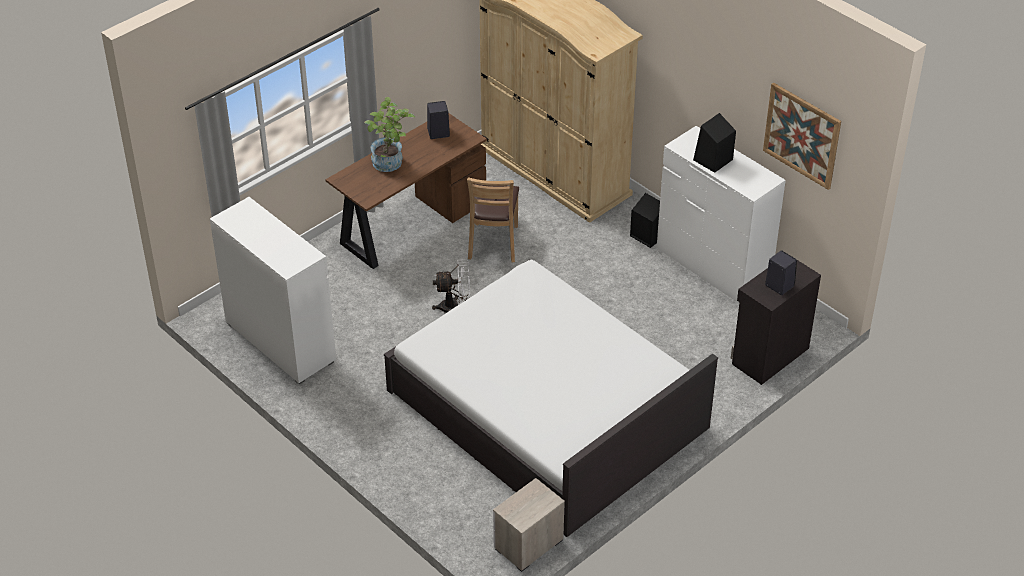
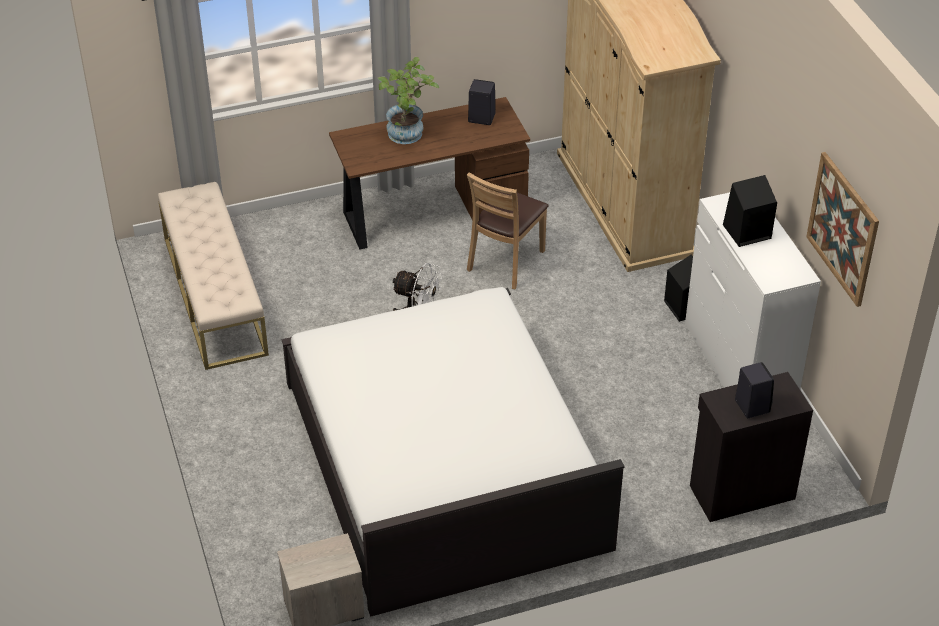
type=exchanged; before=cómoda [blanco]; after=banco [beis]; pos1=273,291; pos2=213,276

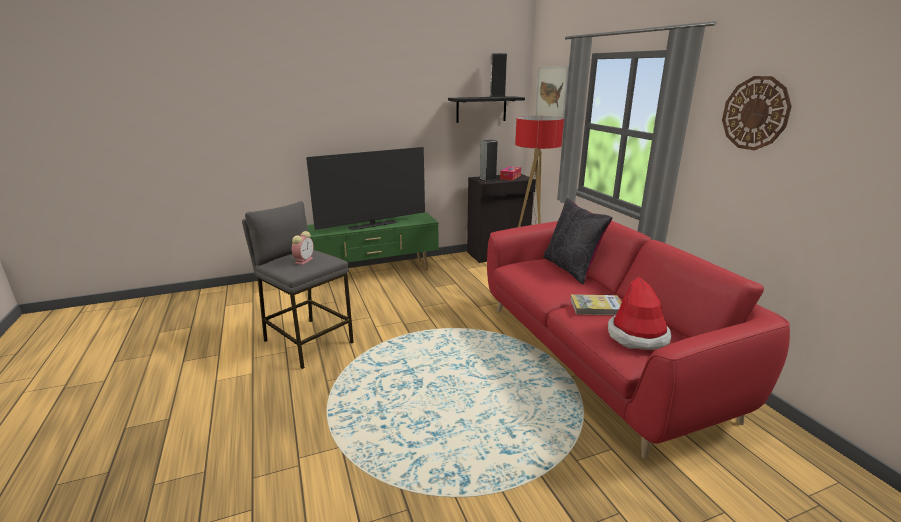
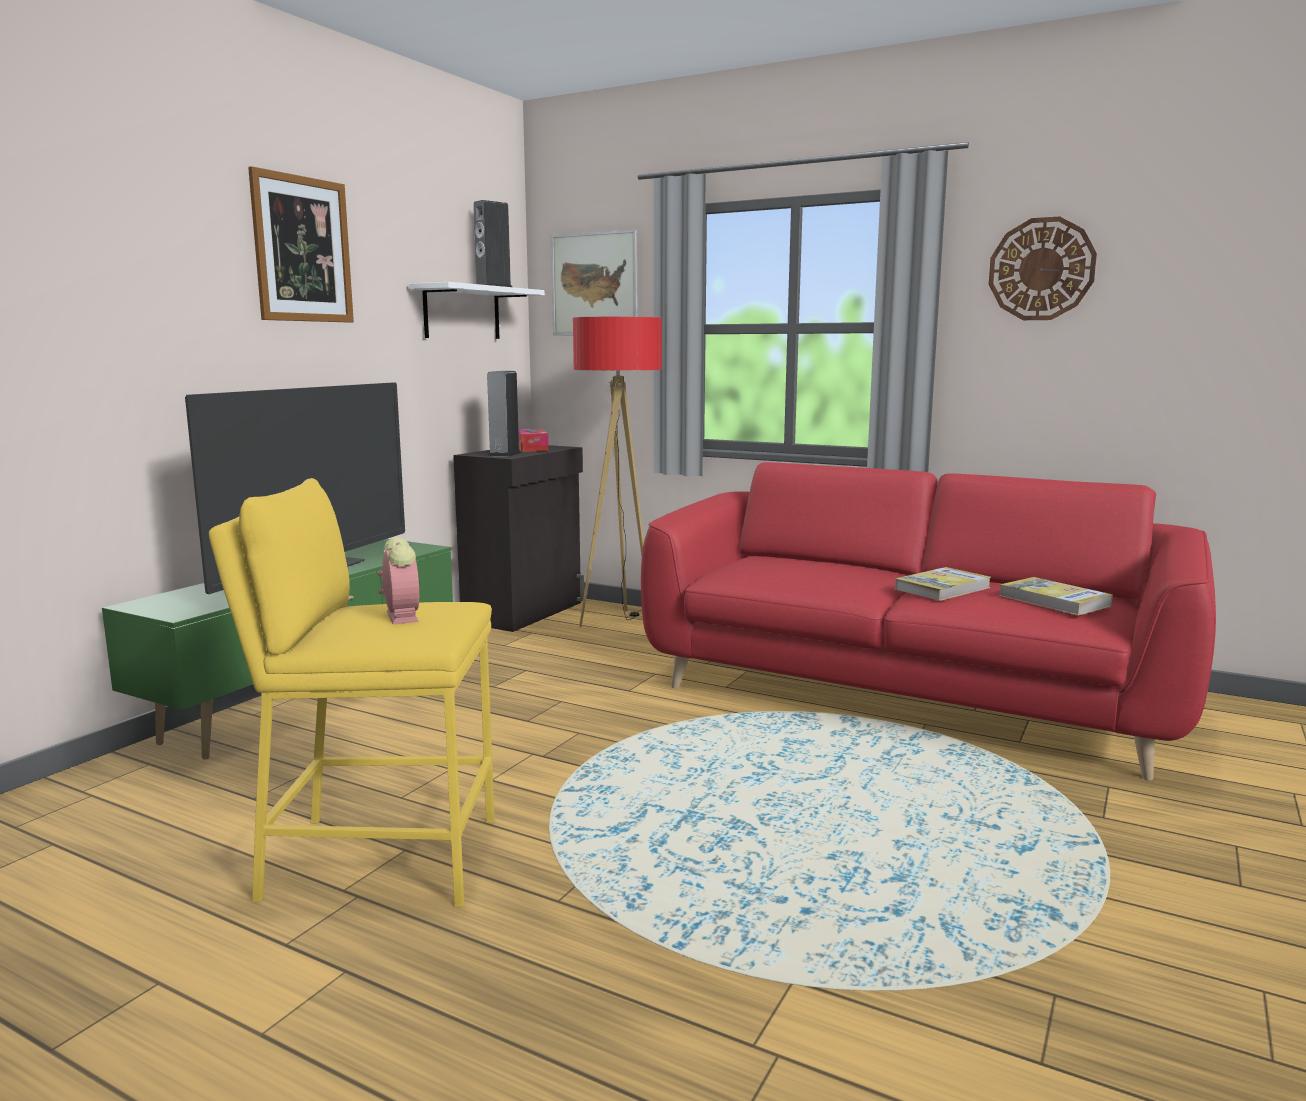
type=colour; before=taburete [gris]; after=taburete [amarillo]; pos1=298,285; pos2=352,692
type=colour; before=estante [negro]; after=estante [blanco]; pos1=486,109; pos2=477,310
type=missing; before=cojín [negro]; pos1=578,241
type=exchanged; before=sombrero; after=libro; pos1=640,313; pos2=1056,596
type=appeared; after=cuadro; pos2=301,244

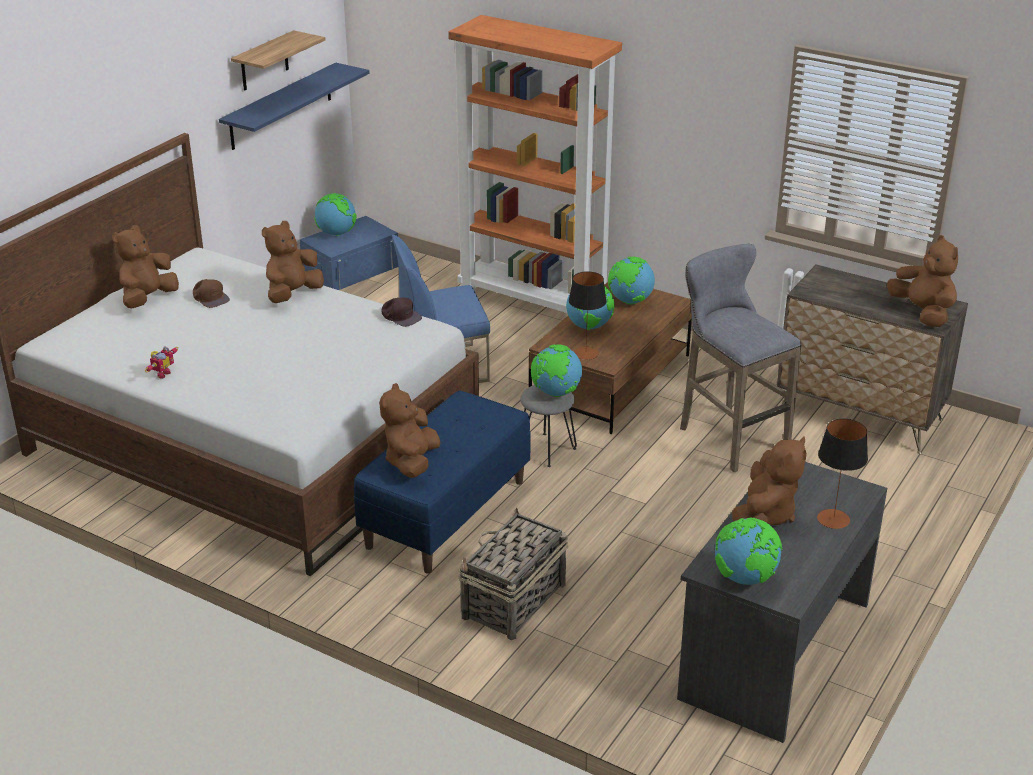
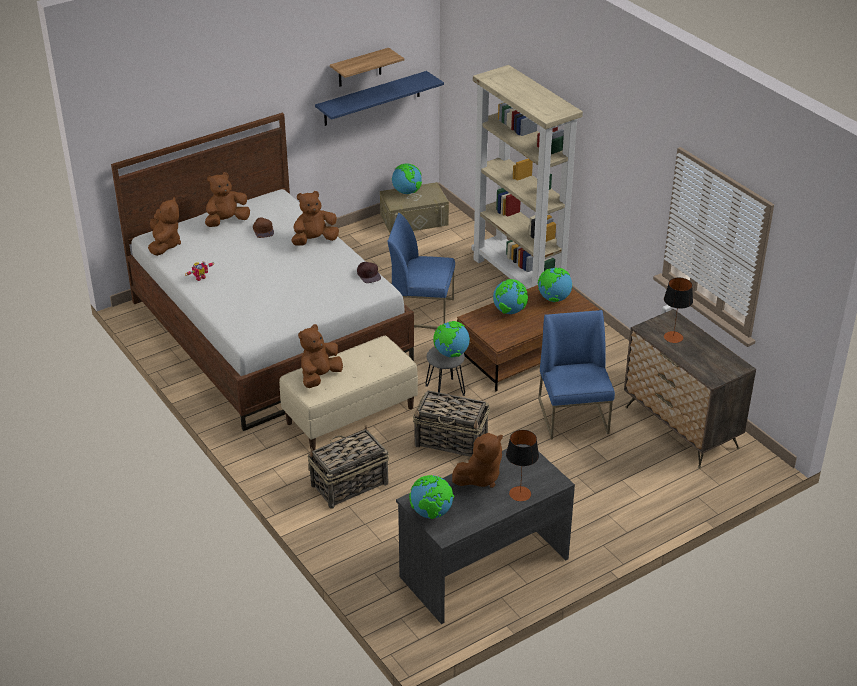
type=colour; before=caja de almacenaje [azul]; after=caja de almacenaje [beis]; pos1=349,253; pos2=414,207
type=colour; before=banco [azul]; after=banco [beis]; pos1=442,482; pos2=348,393
type=colour; before=estantería [naranja]; after=estantería [beis]; pos1=535,164; pos2=527,177
type=relocated; before=lámpara de mesa; pos1=588,315; pos2=678,310
type=exchanged; before=taburete [gris]; after=silla [azul]; pos1=741,358; pos2=576,374
type=relocated; before=peluche [marrón]; pos1=922,281; pos2=164,226
type=appeared; after=cesta; pos2=451,424

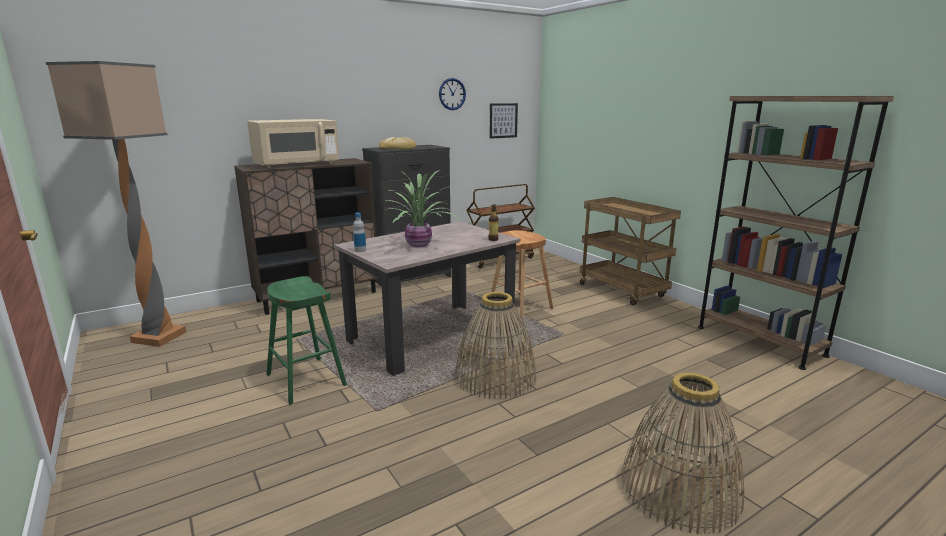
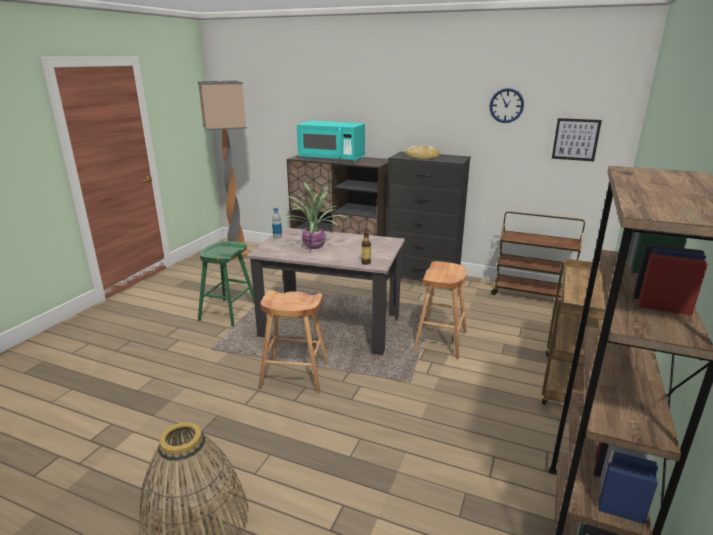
type=colour; before=microondas [beis]; after=microondas [turquesa]; pos1=293,143; pos2=331,141
type=exchanged; before=cesta; after=taburete [marrón]; pos1=496,345; pos2=294,341

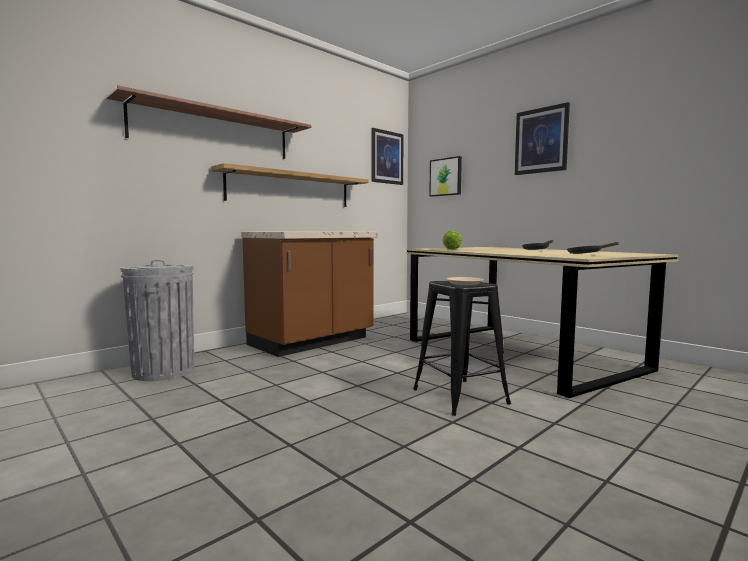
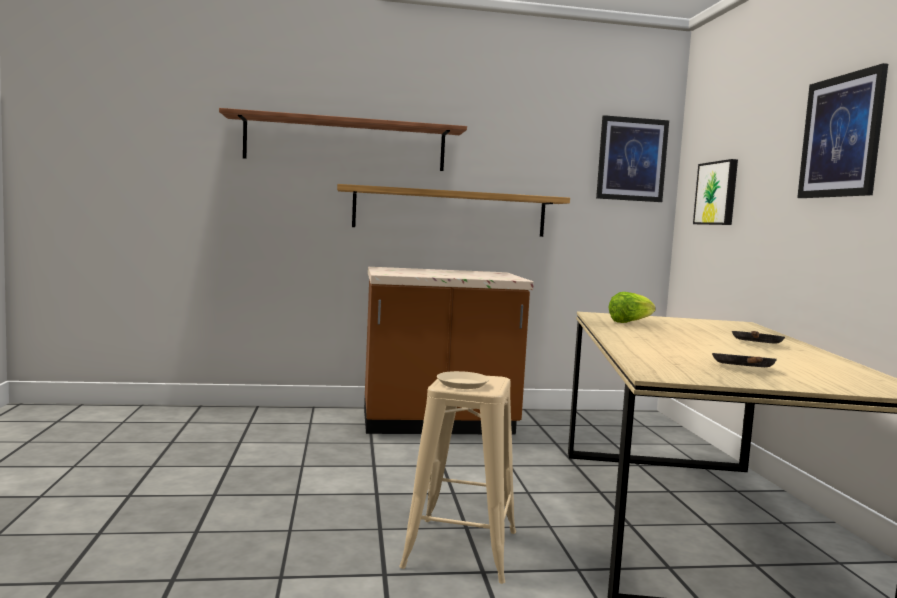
type=missing; before=papelera [gris]; pos1=157,320
type=colour; before=taburete [negro]; after=taburete [beis]; pos1=462,348; pos2=457,480

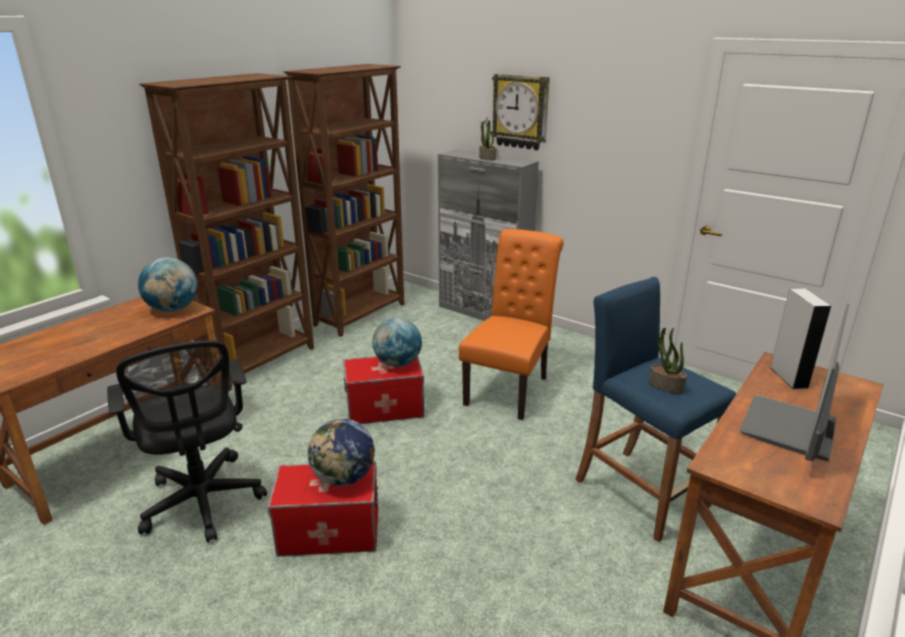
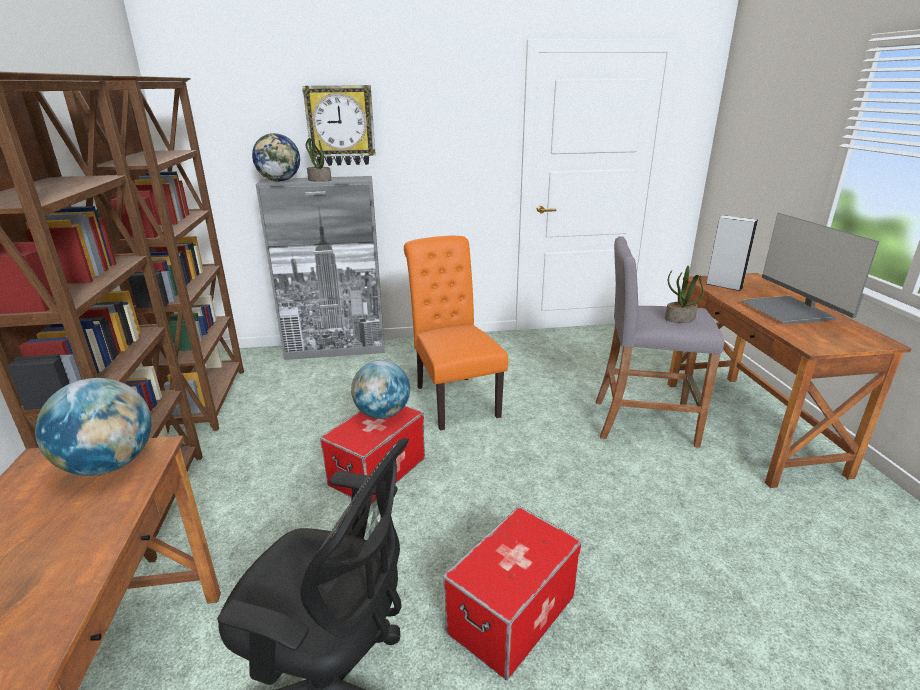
type=relocated; before=globo terráqueo; pos1=341,452; pos2=276,157
type=colour; before=taburete [azul]; after=taburete [gris]; pos1=655,409; pos2=660,342

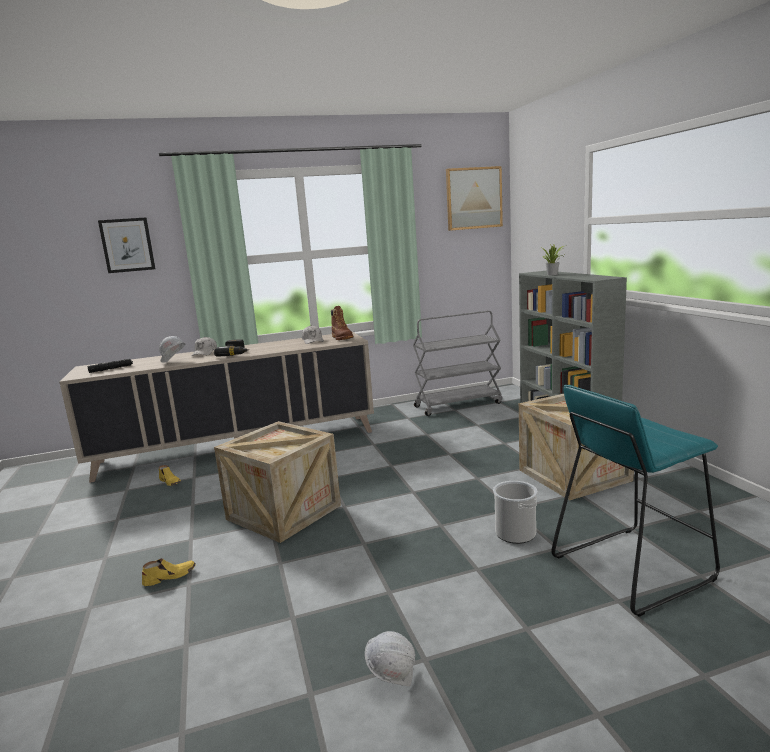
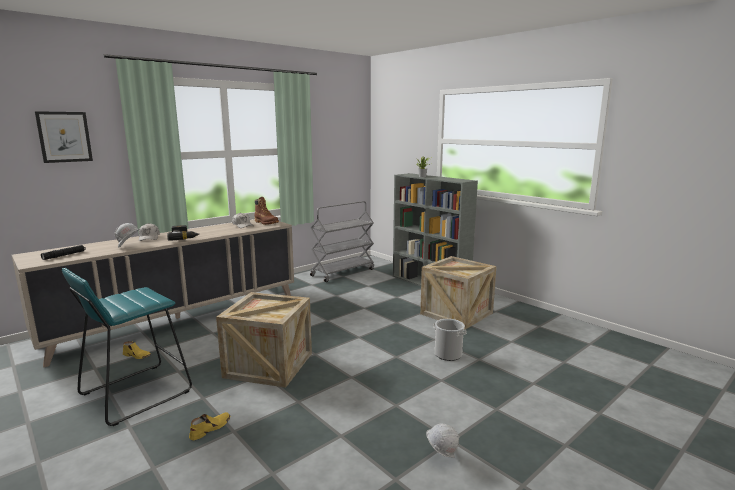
type=missing; before=cuadro; pos1=474,198
type=relocated; before=taburete [turquesa]; pos1=635,501; pos2=127,347

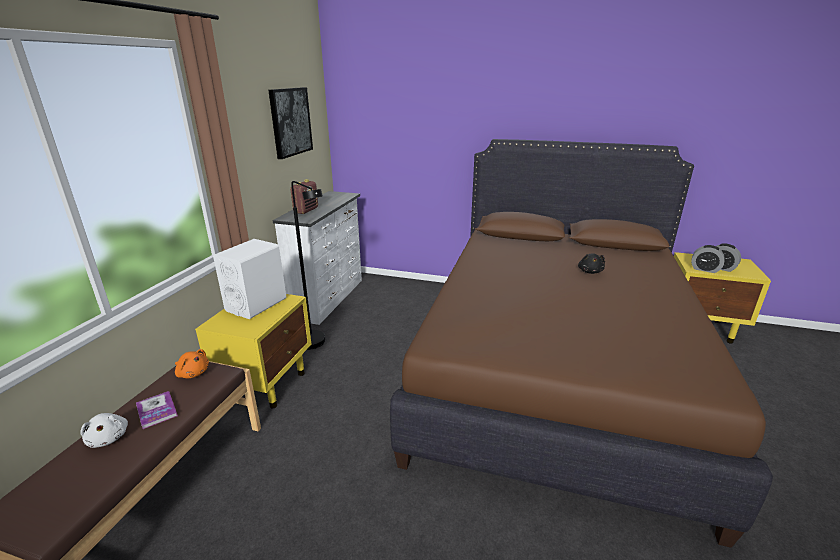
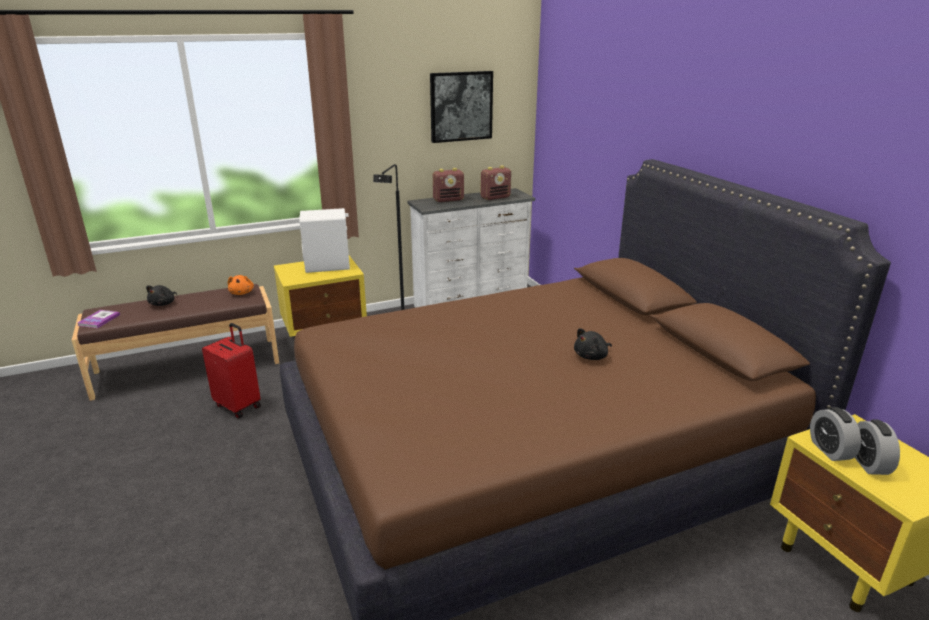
type=colour; before=peluche [blanco]; after=peluche [negro]; pos1=104,430; pos2=161,295
type=relocated; before=libro; pos1=157,410; pos2=98,319
type=appeared; after=maleta [rojo]; pos2=231,370
type=appeared; after=radio; pos2=496,183

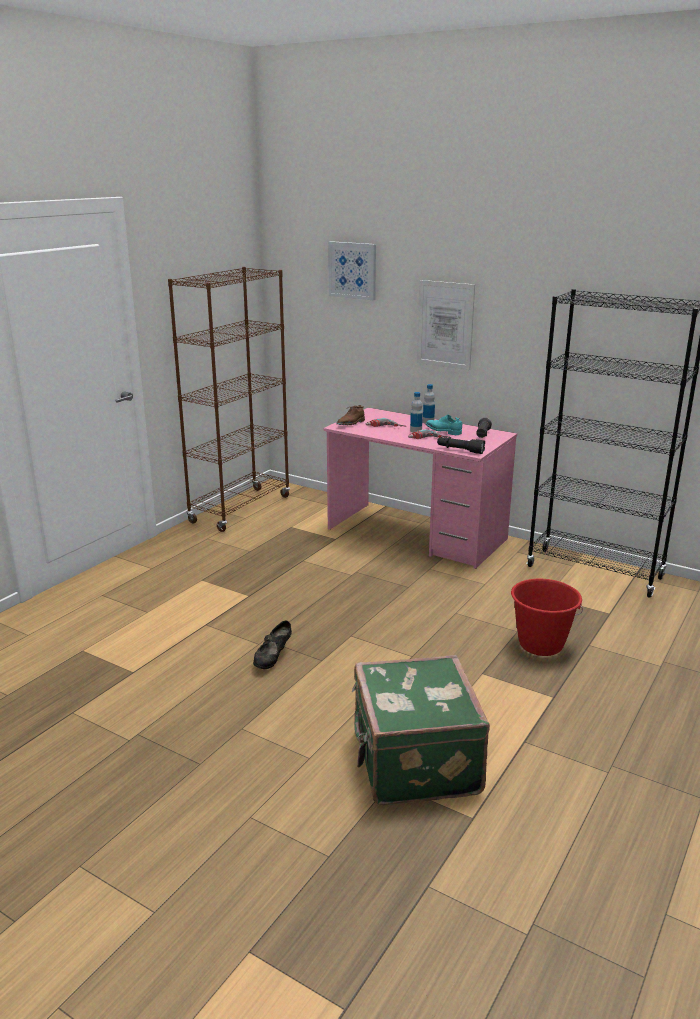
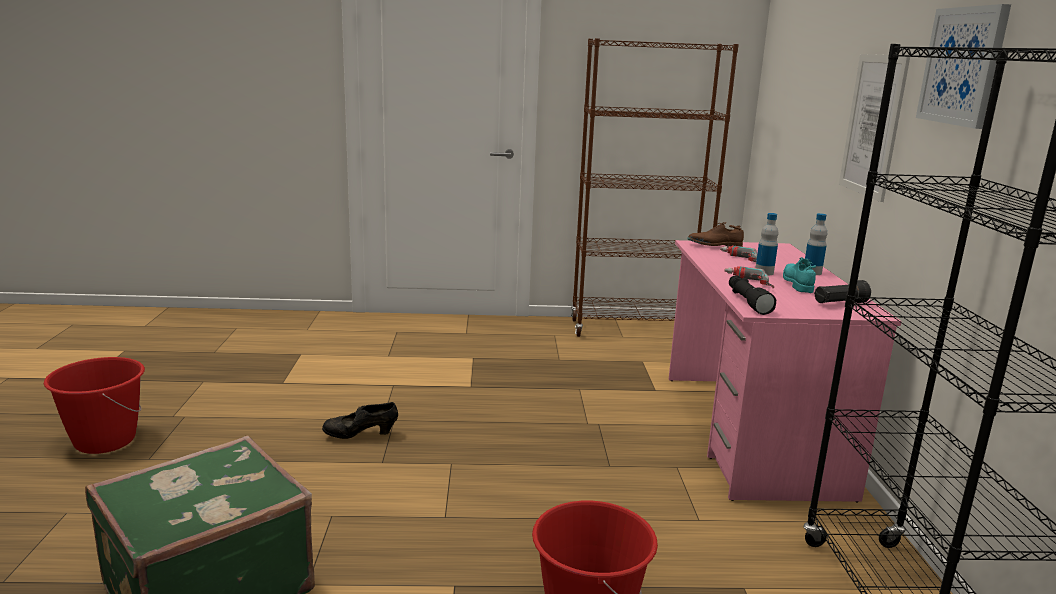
type=relocated; before=cuadro; pos1=352,270; pos2=963,66
type=appeared; after=cubo [rojo]; pos2=94,405

